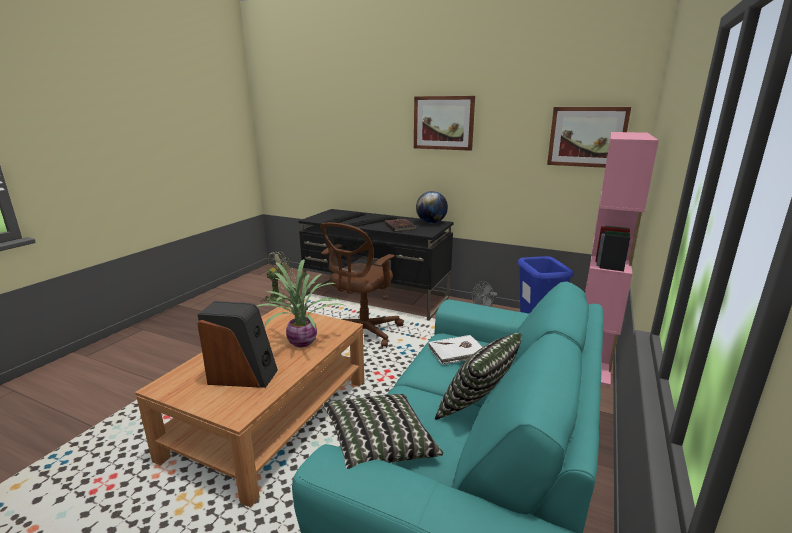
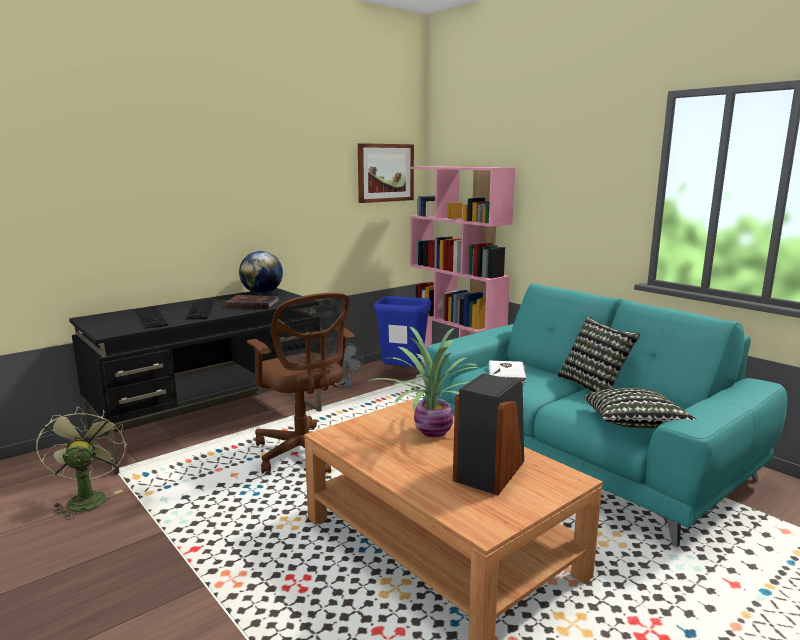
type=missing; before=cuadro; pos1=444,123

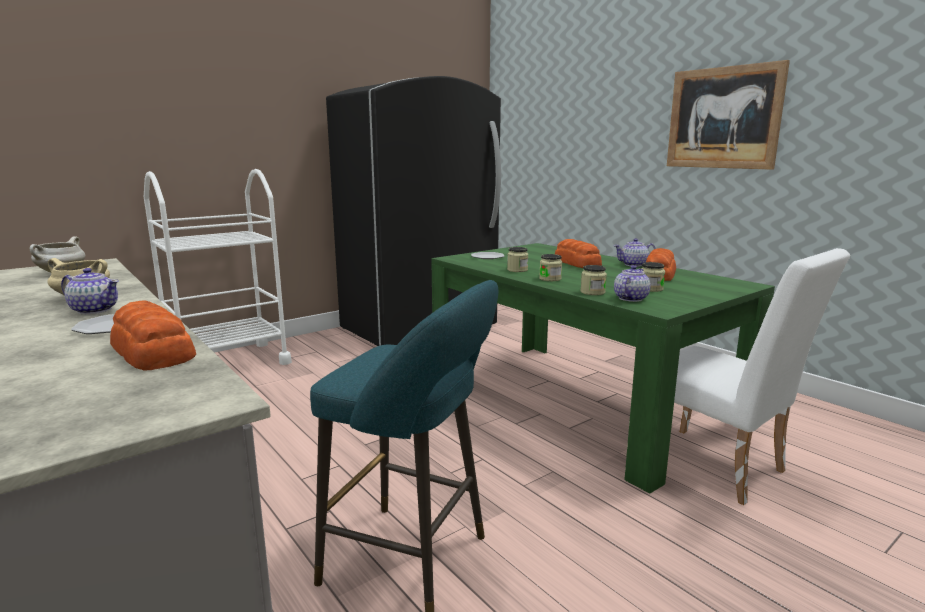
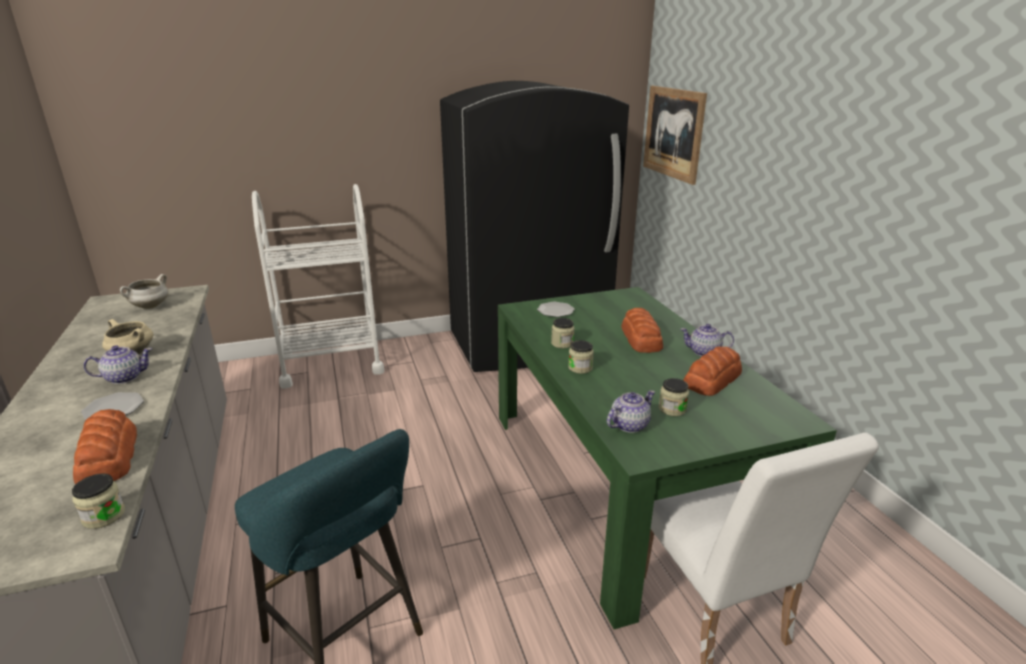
type=spun; before=tetera; pos1=90,291; pos2=118,364; turn=-60
type=relocated; before=tarro; pos1=593,280; pos2=98,501
type=relocated; before=cuadro; pos1=728,115; pos2=675,135

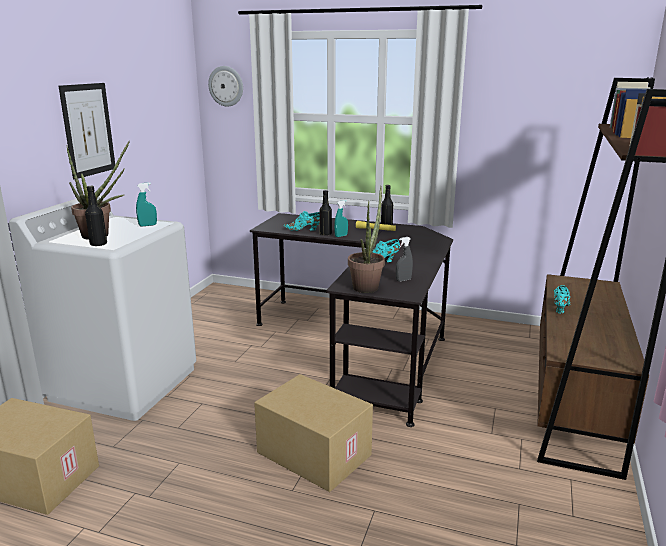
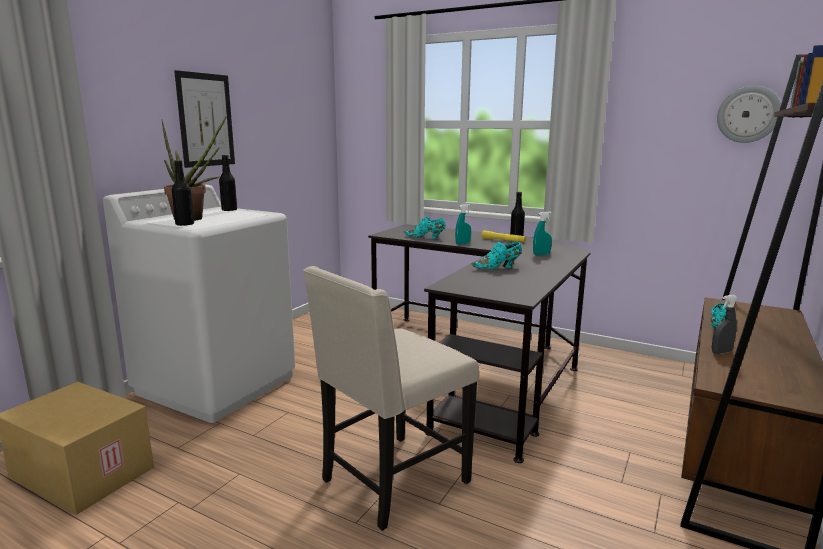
type=relocated; before=pulverizador [turquesa]; pos1=146,204; pos2=542,233
type=relocated; before=reloj de pared; pos1=225,86; pos2=749,114
type=exchanged; before=caja de cartón; after=silla [beis]; pos1=313,433; pos2=391,398
type=relocated; before=botella [negro]; pos1=325,212; pos2=228,183
type=missing; before=planta en maceta; pos1=366,239
type=relocated; before=pulverizador [gris]; pos1=404,259; pos2=725,324

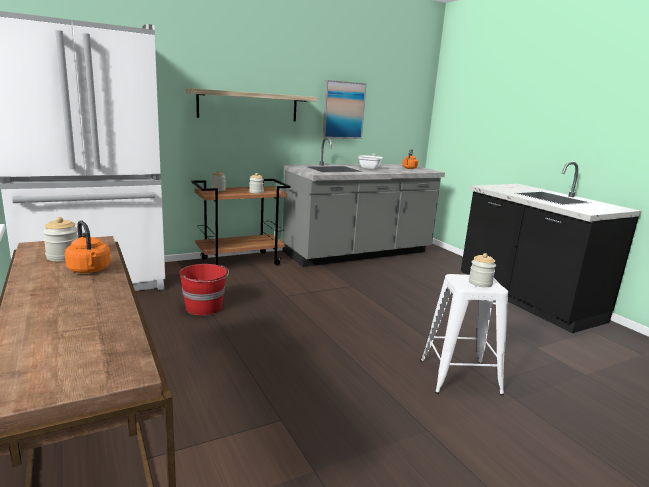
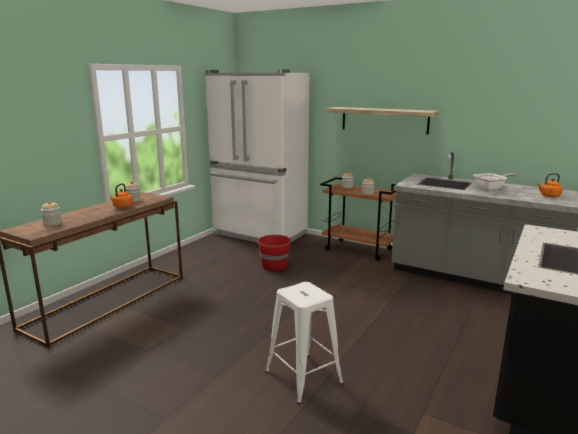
type=missing; before=cuadro; pos1=344,109
type=relocated; before=tarro; pos1=482,270; pos2=51,213

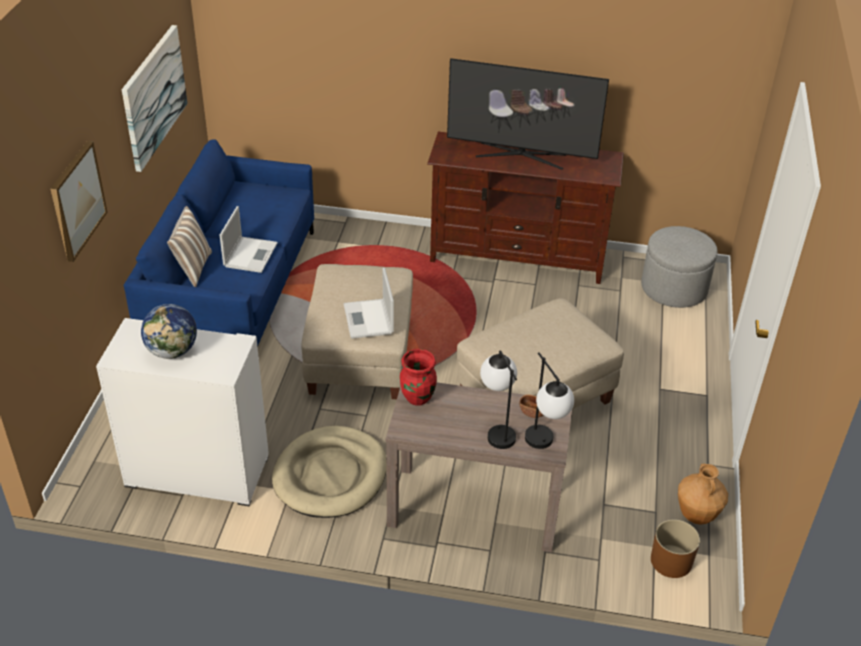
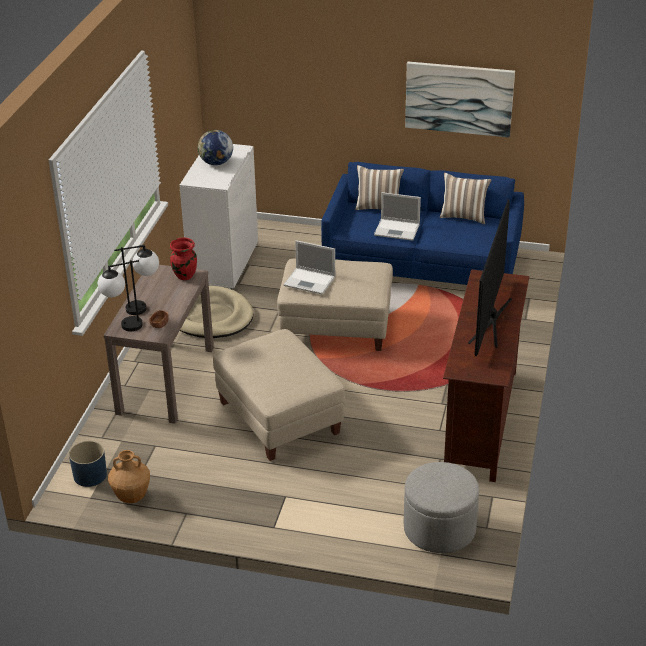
type=missing; before=cuadro; pos1=79,201
type=spun; before=portátil; pos1=368,303; pos2=309,267; turn=-150
type=colour; before=maceta [marrón]; after=maceta [azul]; pos1=675,548; pos2=88,464
type=appeared; after=cojín; pos2=465,198

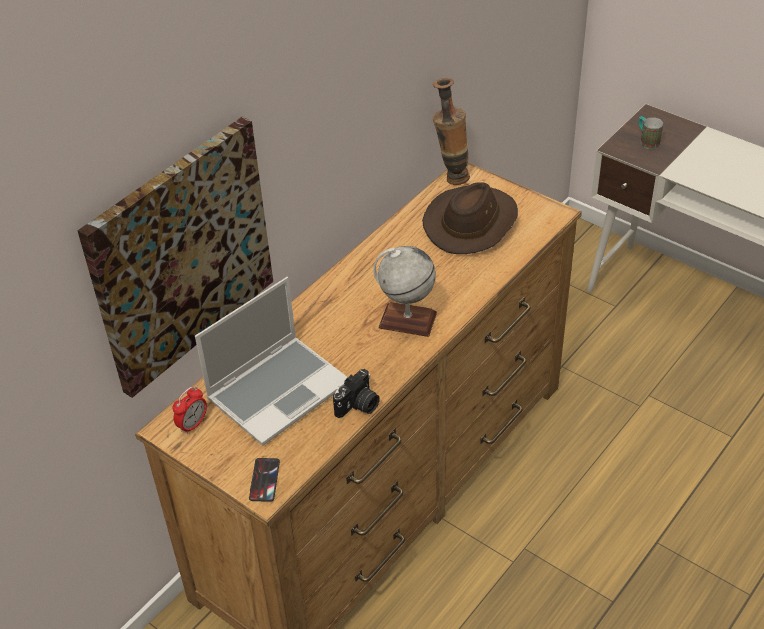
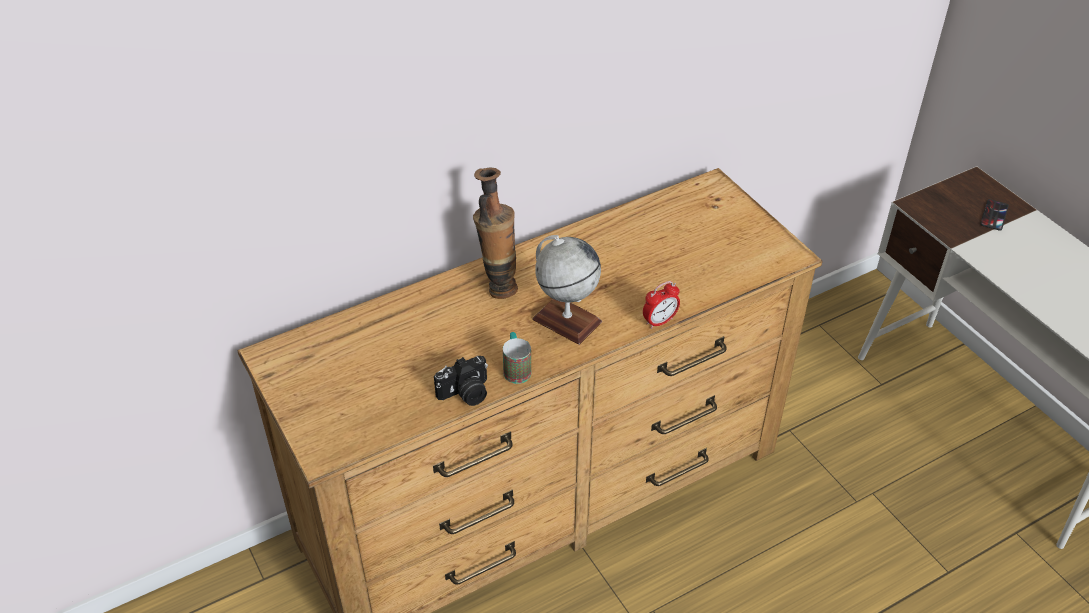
type=missing; before=cuadro; pos1=175,257
type=relocated; before=despertador; pos1=190,410; pos2=661,305
type=missing; before=portátil; pos1=271,361
type=relocated; before=móvil; pos1=264,480; pos2=994,215
type=missing; before=sombrero [marrón]; pos1=470,218
type=relocated; before=florero; pos1=451,131; pos2=495,233
type=relocated; before=taza grande; pos1=651,132; pos2=517,358

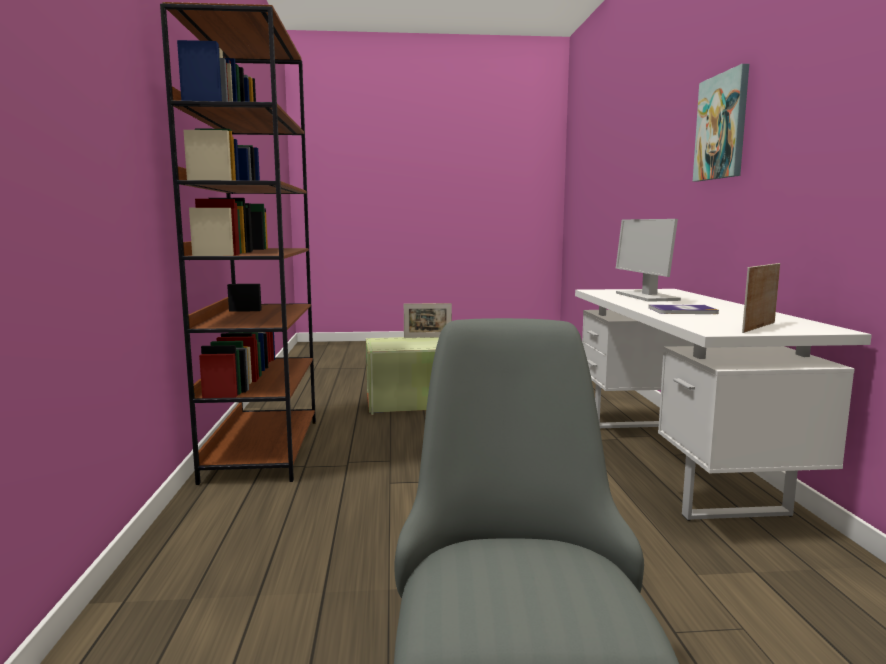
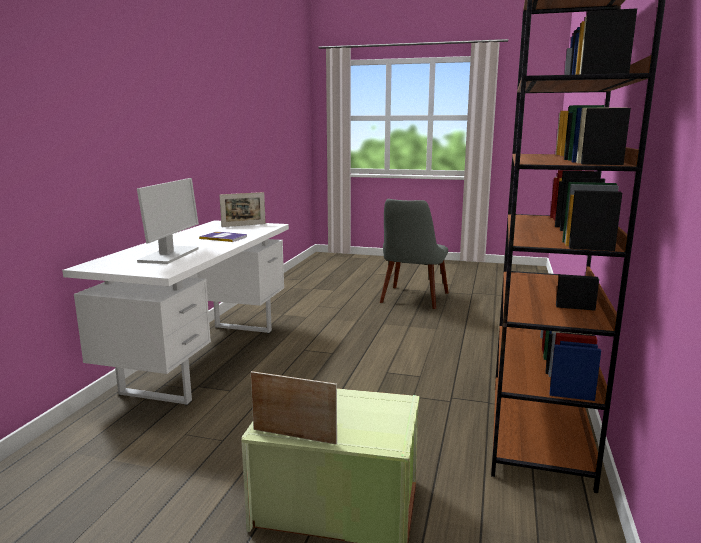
type=missing; before=cuadro; pos1=721,122

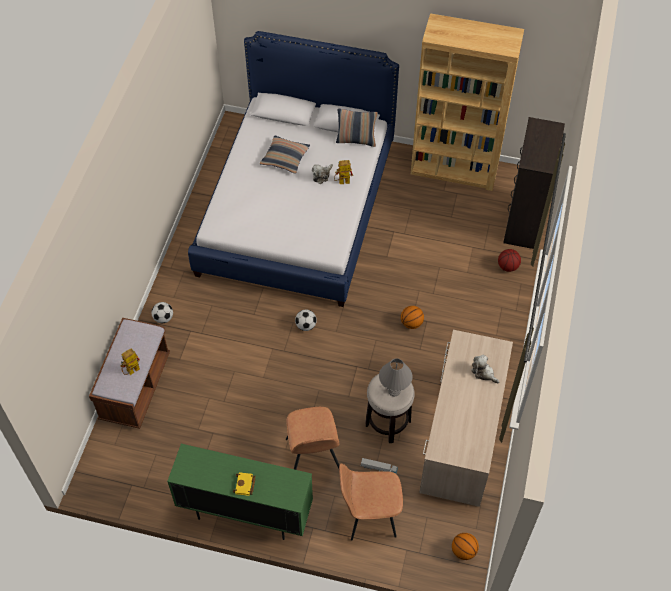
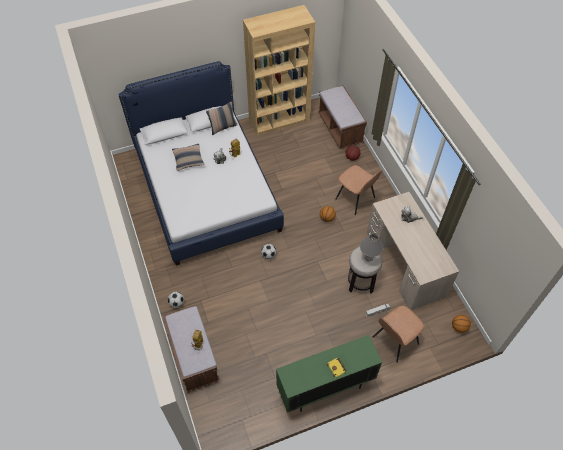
type=relocated; before=silla [marrón]; pos1=313,438; pos2=359,190
type=exchanged; before=cómoda [negro]; after=banco [marrón]; pos1=534,183; pos2=342,117

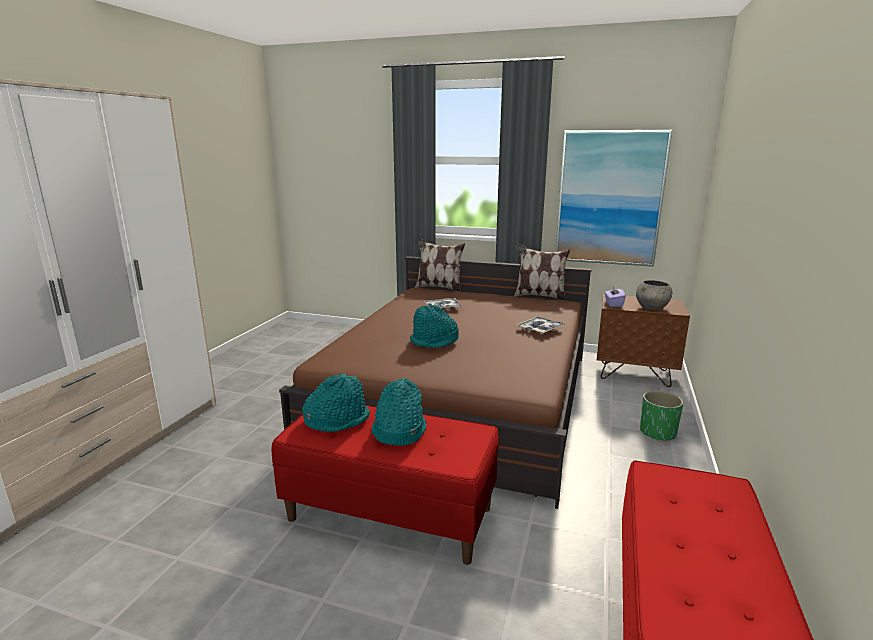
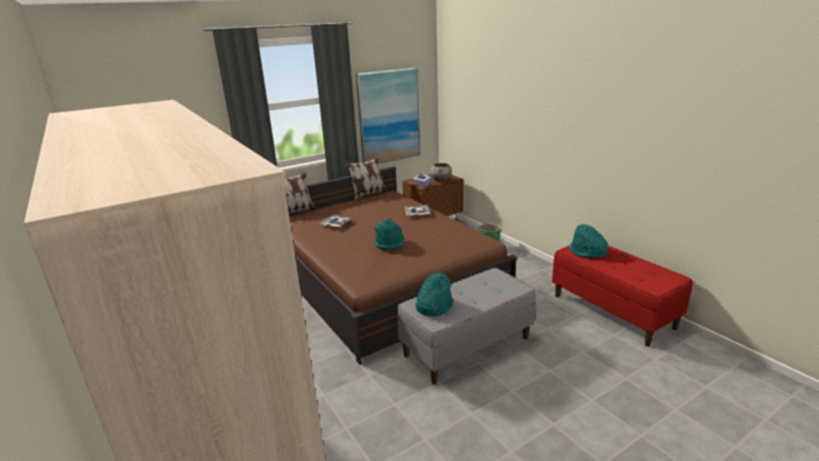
type=colour; before=banco [rojo]; after=banco [gris]; pos1=385,485; pos2=466,326
type=relocated; before=sombrero [turquesa]; pos1=399,412; pos2=589,241

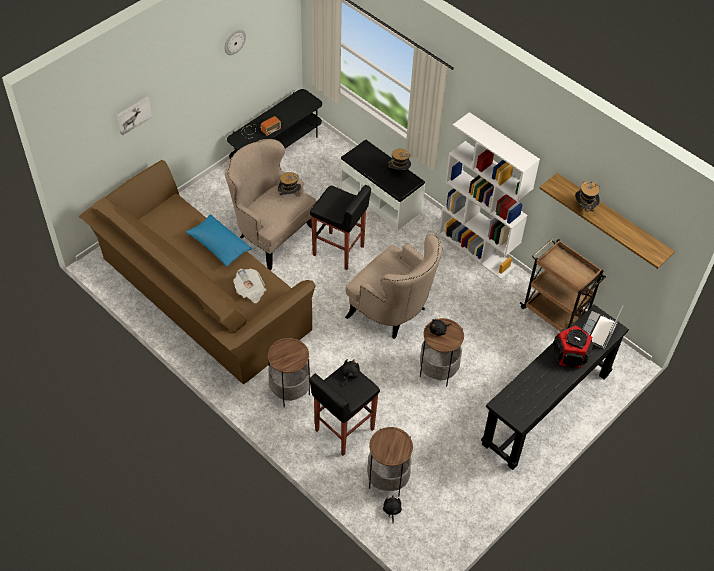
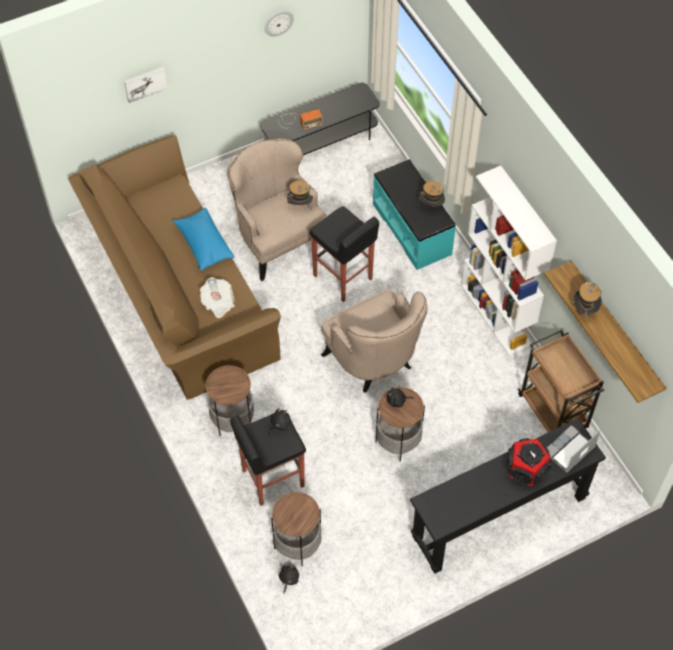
type=colour; before=banco [blanco]; after=banco [turquesa]; pos1=382,184; pos2=414,214

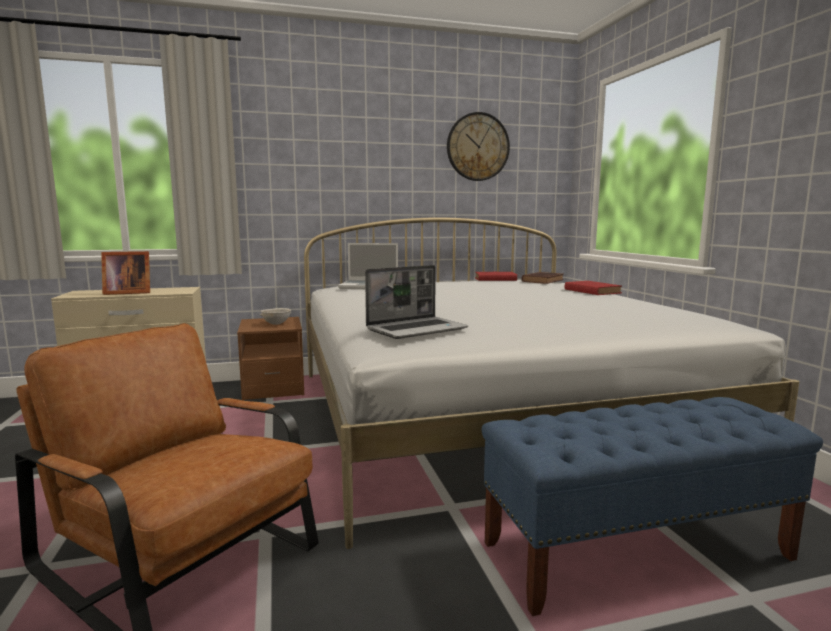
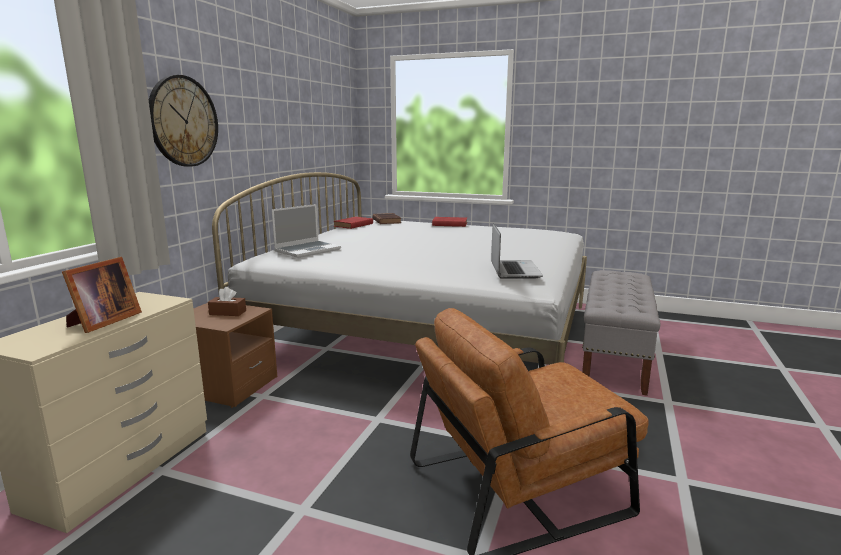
type=exchanged; before=cuenco [gris]; after=caja de pañuelos [marrón]; pos1=276,316; pos2=227,301
type=relocated; before=reloj de pared; pos1=478,146; pos2=183,121
type=colour; before=banco [azul]; after=banco [gris]; pos1=652,506; pos2=621,333

